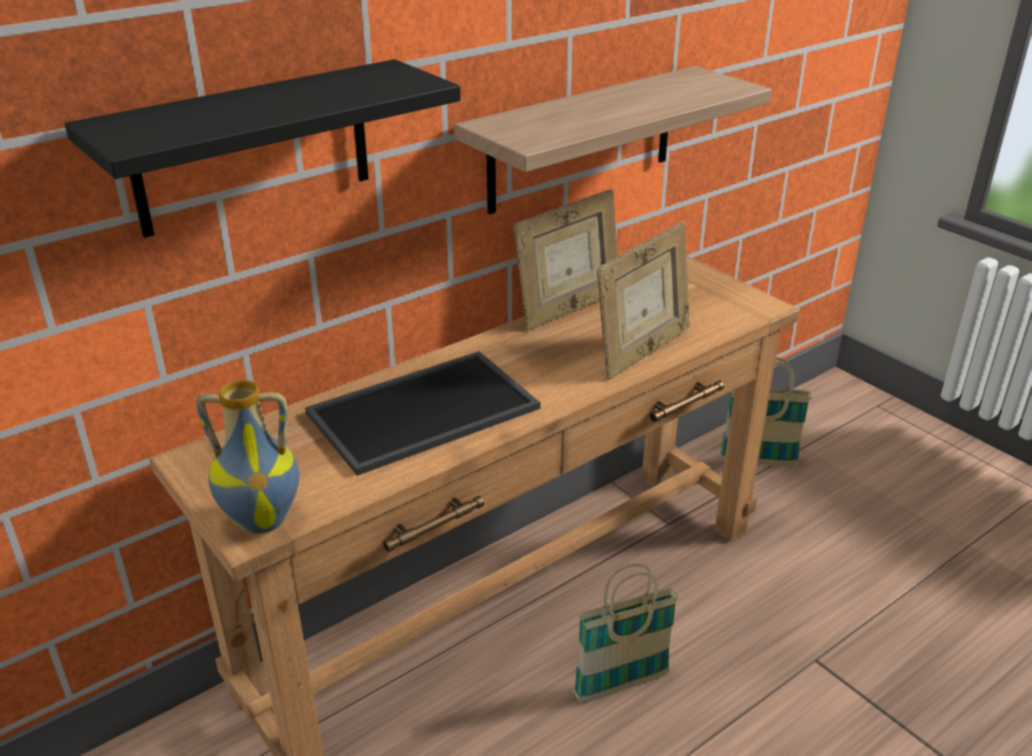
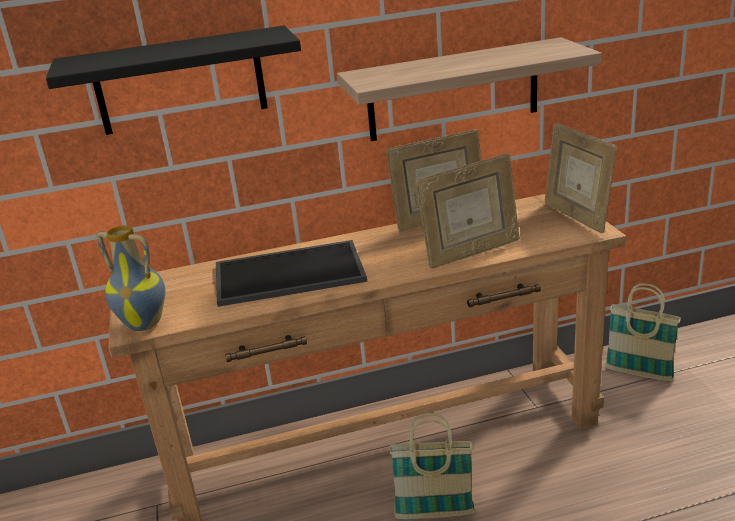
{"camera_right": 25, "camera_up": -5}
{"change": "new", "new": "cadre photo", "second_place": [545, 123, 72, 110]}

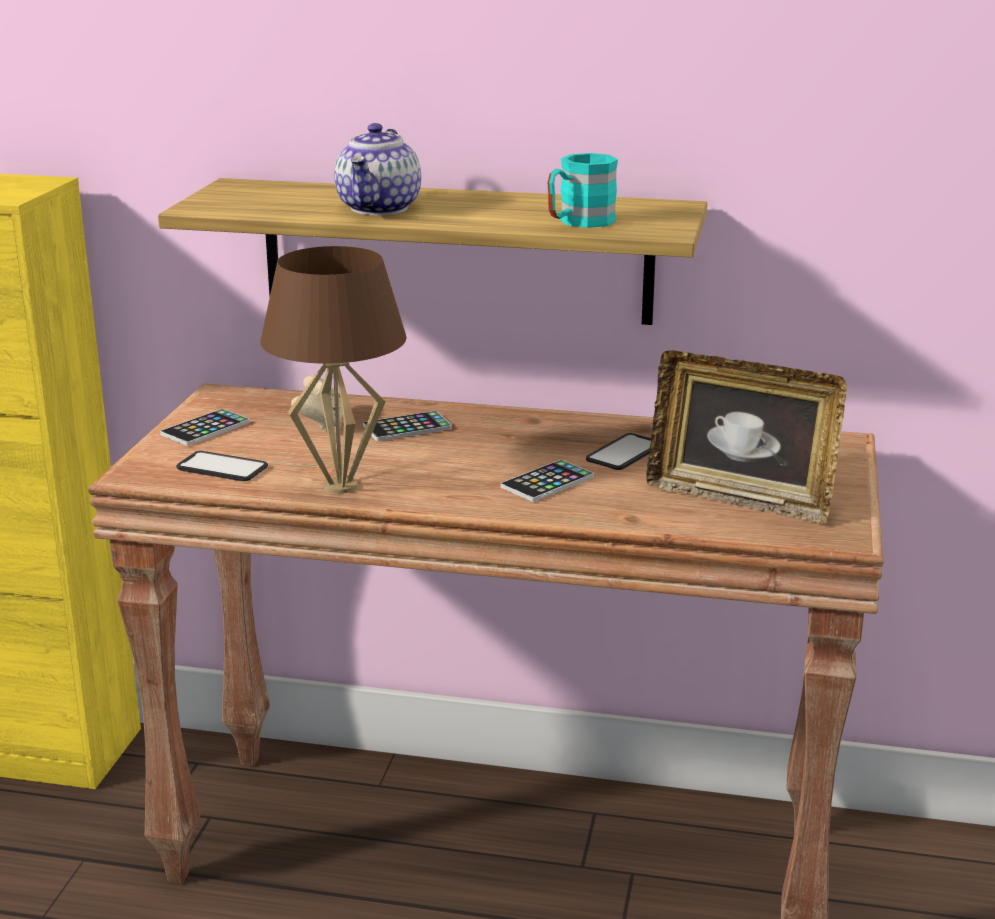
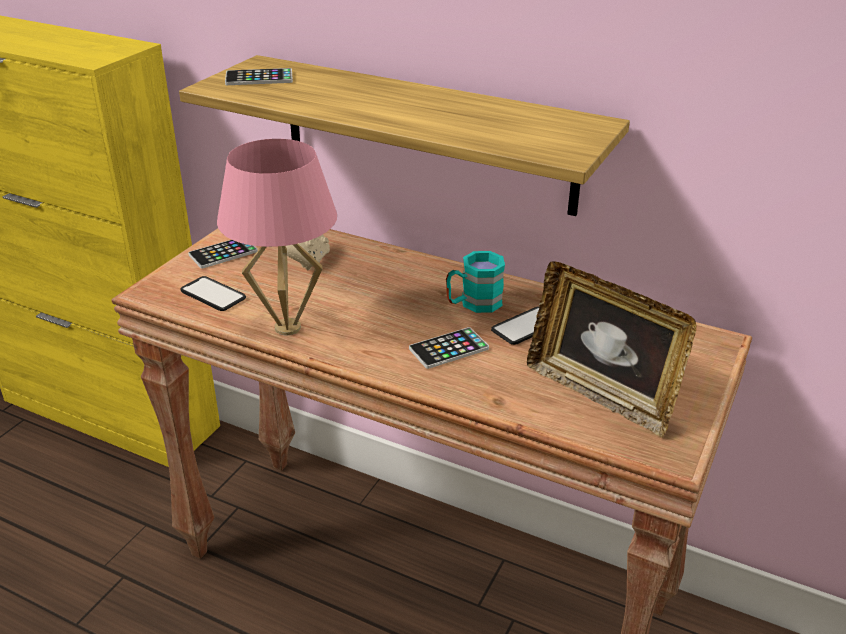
{"camera_right": 15, "camera_up": 10}
{"change": "gone", "old": "théière", "first_place": [334, 123, 87, 92]}
{"change": "shifted", "old": "mug/turquoise", "first_place": [547, 153, 71, 75], "second_place": [446, 251, 59, 62]}
{"change": "repainted", "old": "lampe de table/marron", "new": "lampe de table/rose", "first_place": [261, 246, 146, 248], "second_place": [217, 139, 120, 196]}
{"change": "shifted", "old": "téléphone", "first_place": [363, 411, 89, 30], "second_place": [225, 68, 68, 17]}

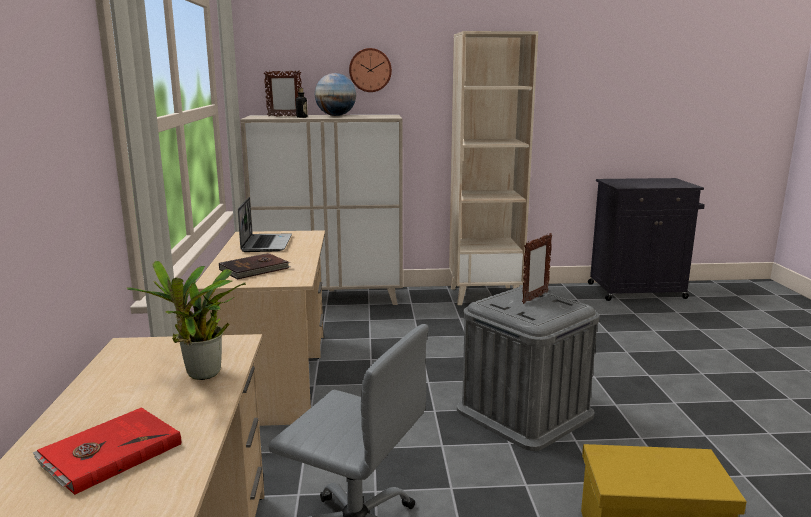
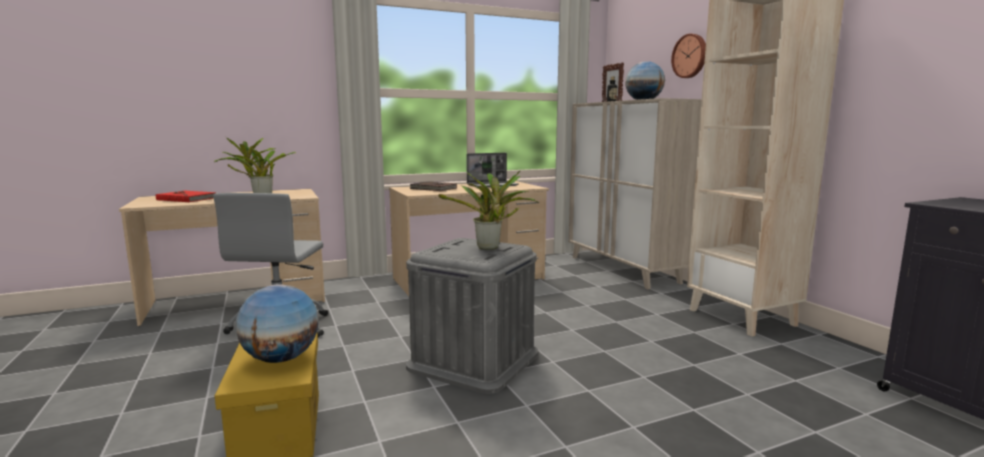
{"camera_right": 70, "camera_up": -5}
{"change": "swapped", "old": "cadre photo", "new": "plante en pot", "first_place": [522, 233, 30, 71], "second_place": [438, 171, 100, 79]}
{"change": "new", "new": "globe", "second_place": [236, 284, 83, 79]}

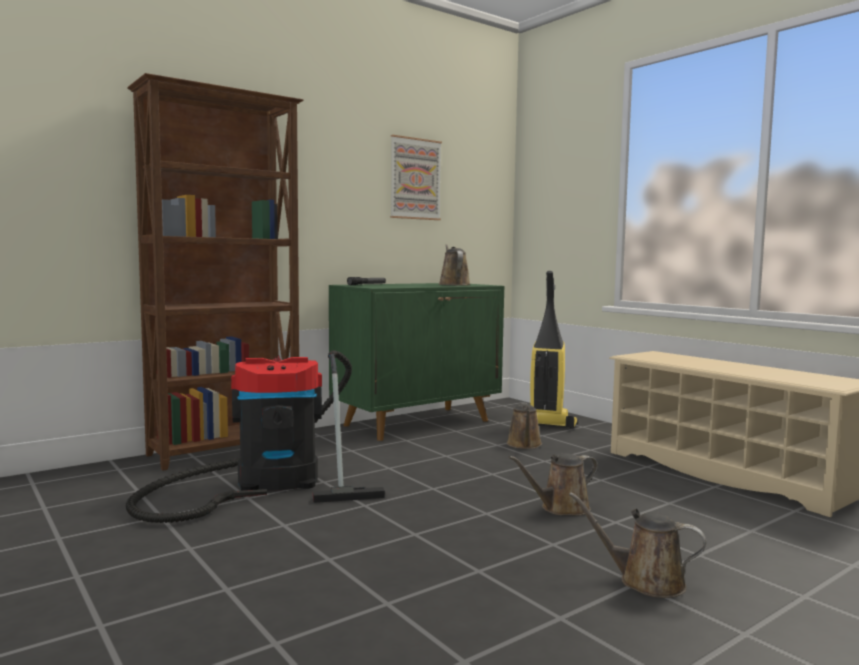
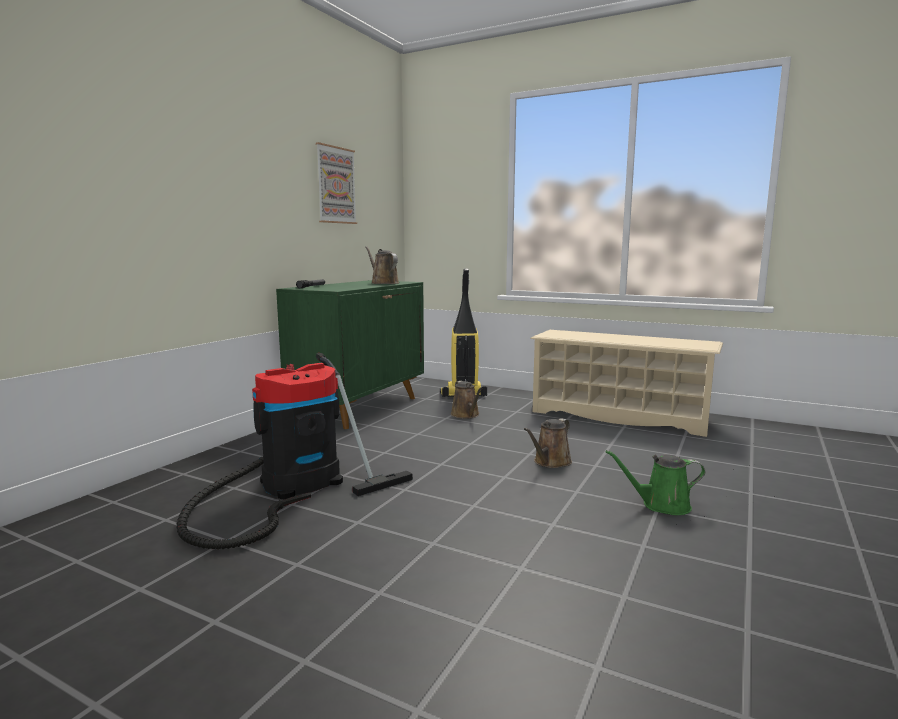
{"camera_right": -25, "camera_up": 5}
{"change": "gone", "old": "bibliothèque/marron", "first_place": [127, 73, 176, 398]}
{"change": "repainted", "old": "arrosoir/marron", "new": "arrosoir/vert", "first_place": [569, 492, 137, 106], "second_place": [606, 450, 99, 65]}

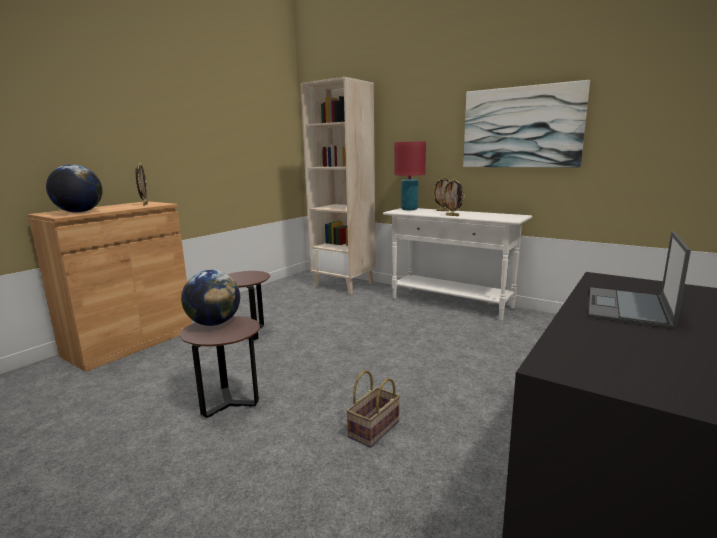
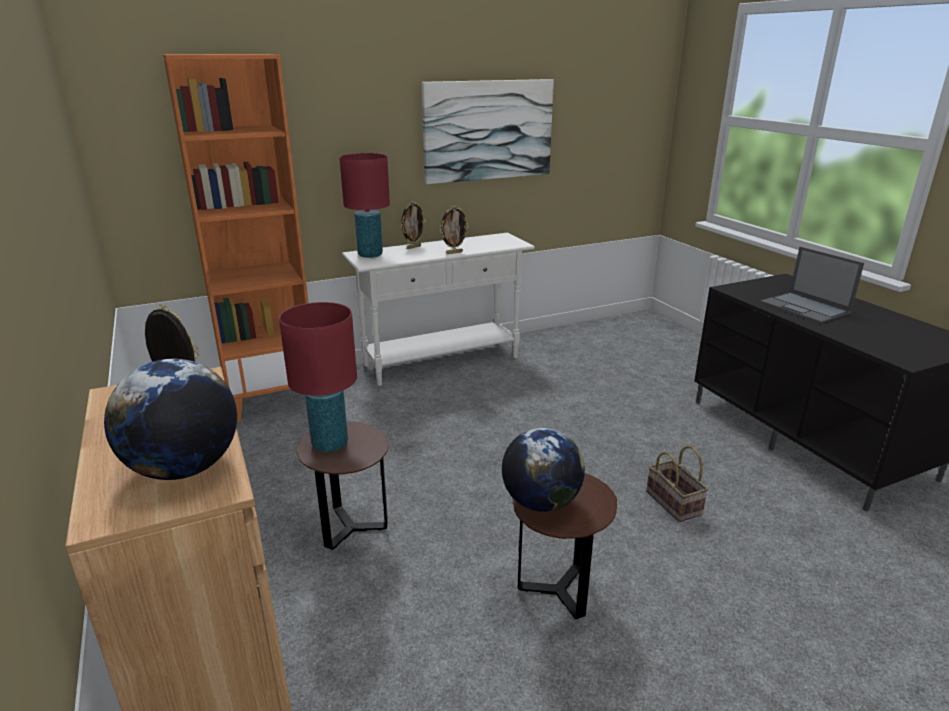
{"camera_right": -60, "camera_up": 10}
{"change": "repainted", "old": "bibliothèque/beige", "new": "bibliothèque/orange", "first_place": [300, 77, 76, 217], "second_place": [163, 54, 146, 368]}
{"change": "new", "new": "lampe de table/rouge", "second_place": [279, 302, 78, 150]}

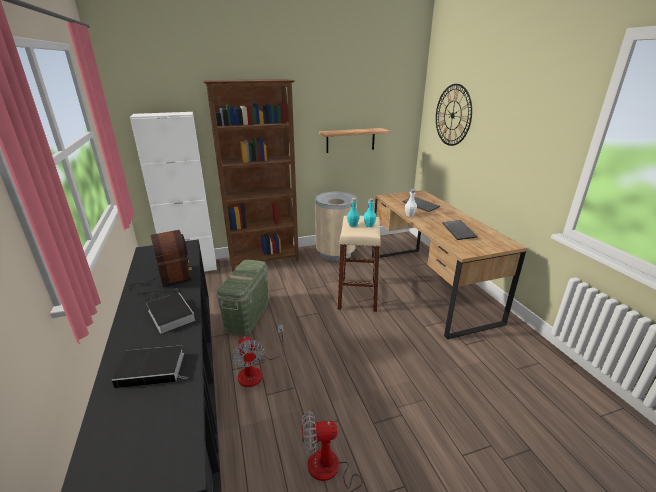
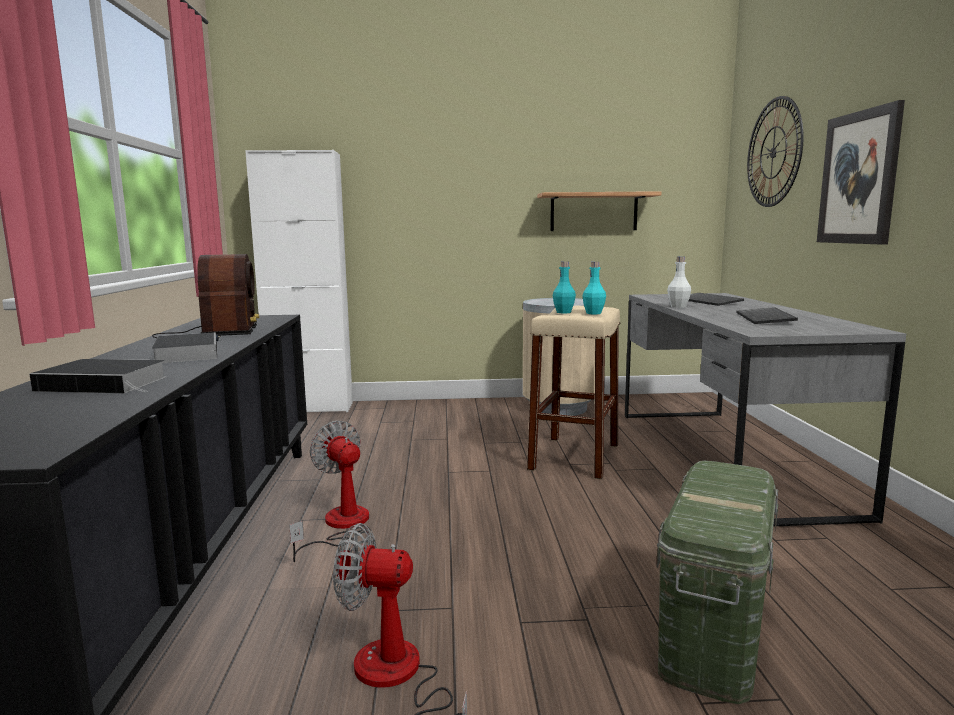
{"camera_right": 15, "camera_up": -15}
{"change": "gone", "old": "bibliothèque/marron", "first_place": [203, 79, 96, 193]}
{"change": "repainted", "old": "bureau/marron", "new": "bureau/gris", "first_place": [372, 190, 155, 150], "second_place": [625, 293, 281, 233]}
{"change": "shifted", "old": "boîte de rangement/vert", "first_place": [216, 260, 53, 76], "second_place": [656, 461, 123, 243]}
{"change": "rotated", "old": "ventilateur", "first_place": [232, 325, 52, 62], "second_place": [289, 420, 80, 142], "degrees": 150}
{"change": "new", "new": "tableau", "second_place": [817, 100, 88, 145]}

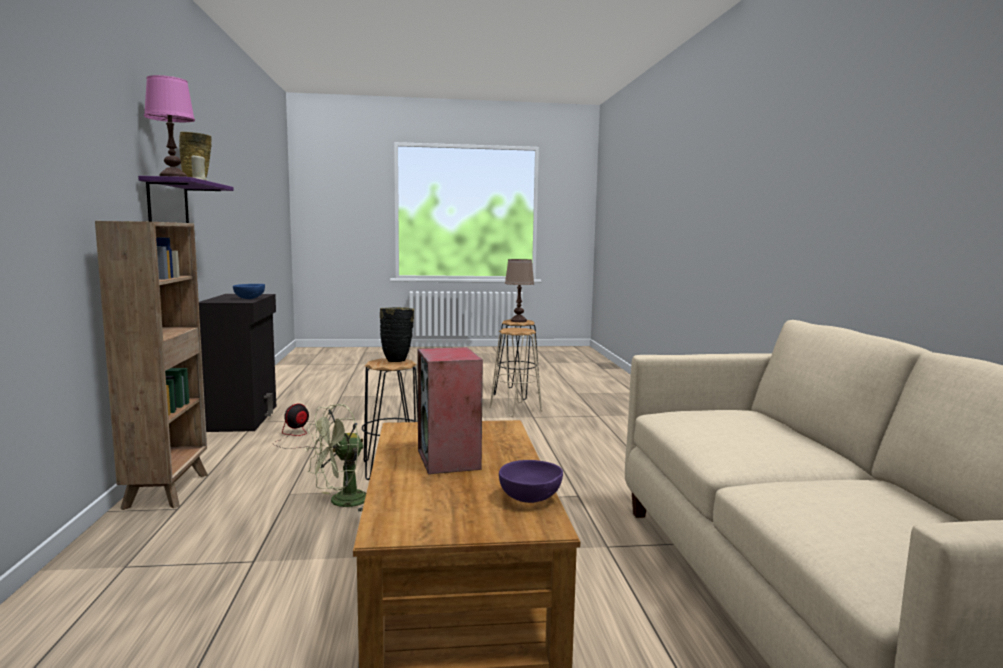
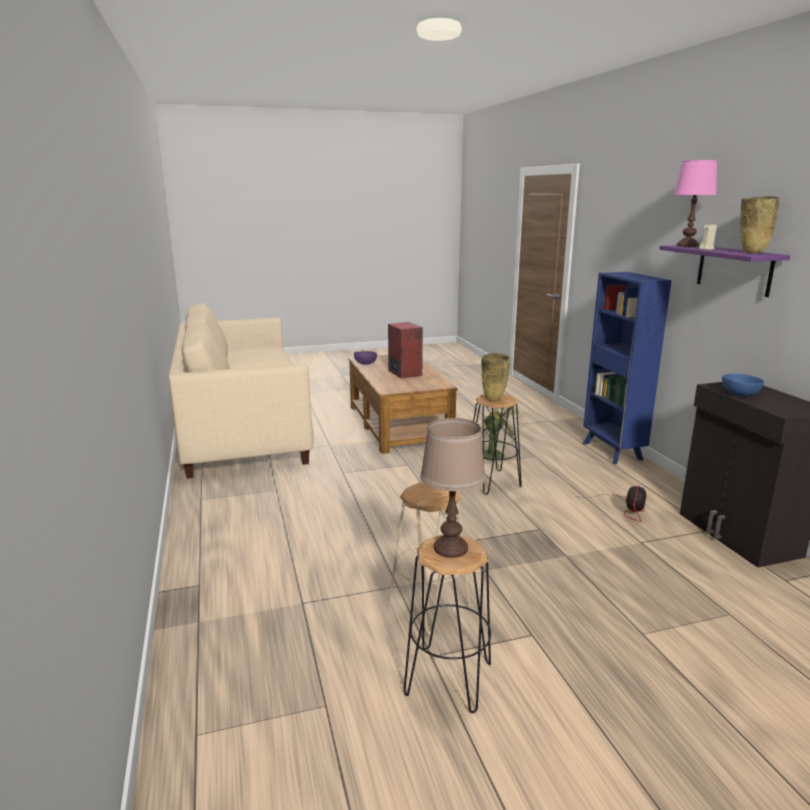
{"camera_right": 170, "camera_up": 10}
{"change": "repainted", "old": "bibliothèque/marron", "new": "bibliothèque/bleu", "first_place": [95, 221, 113, 289], "second_place": [583, 272, 89, 192]}
{"change": "repainted", "old": "vase/noir", "new": "vase/beige", "first_place": [380, 307, 34, 55], "second_place": [481, 353, 29, 49]}

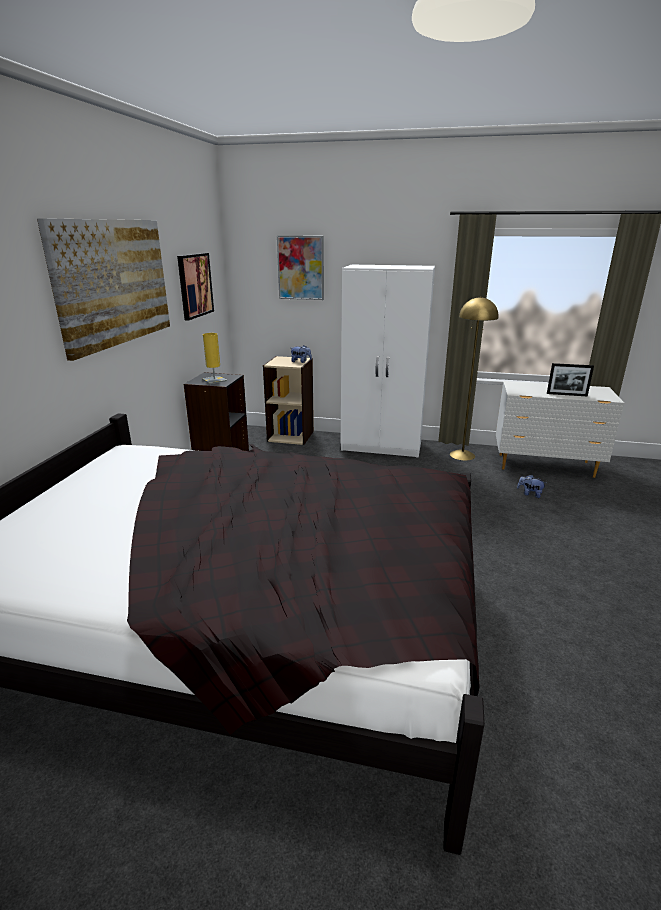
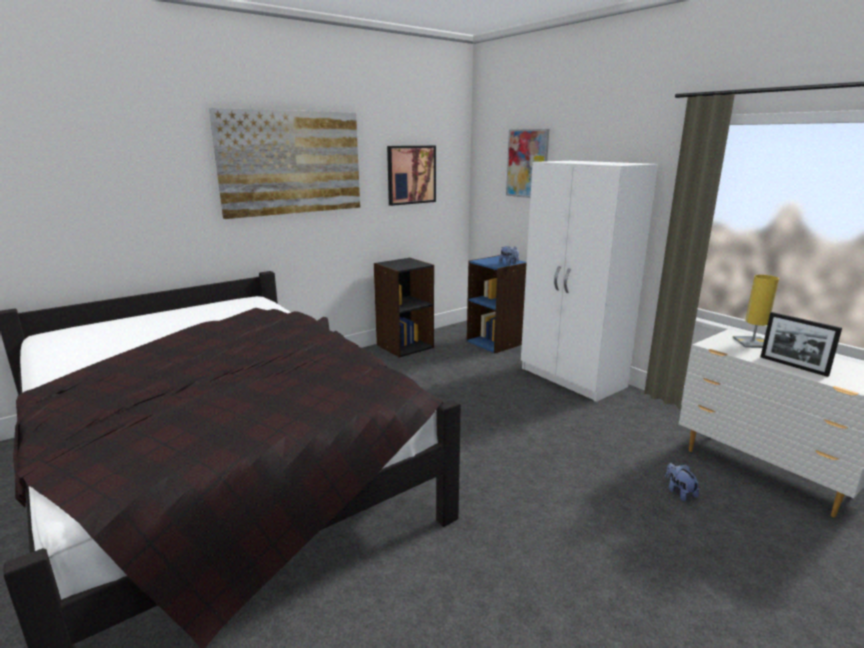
{"camera_right": 40, "camera_up": -5}
{"change": "gone", "old": "lampadaire/jaune", "first_place": [450, 296, 48, 165]}
{"change": "shifted", "old": "lampe de table/jaune", "first_place": [202, 333, 25, 51], "second_place": [733, 275, 46, 73]}
{"change": "repainted", "old": "bibliothèque/beige", "new": "bibliothèque/bleu", "first_place": [263, 356, 51, 89], "second_place": [467, 255, 60, 98]}

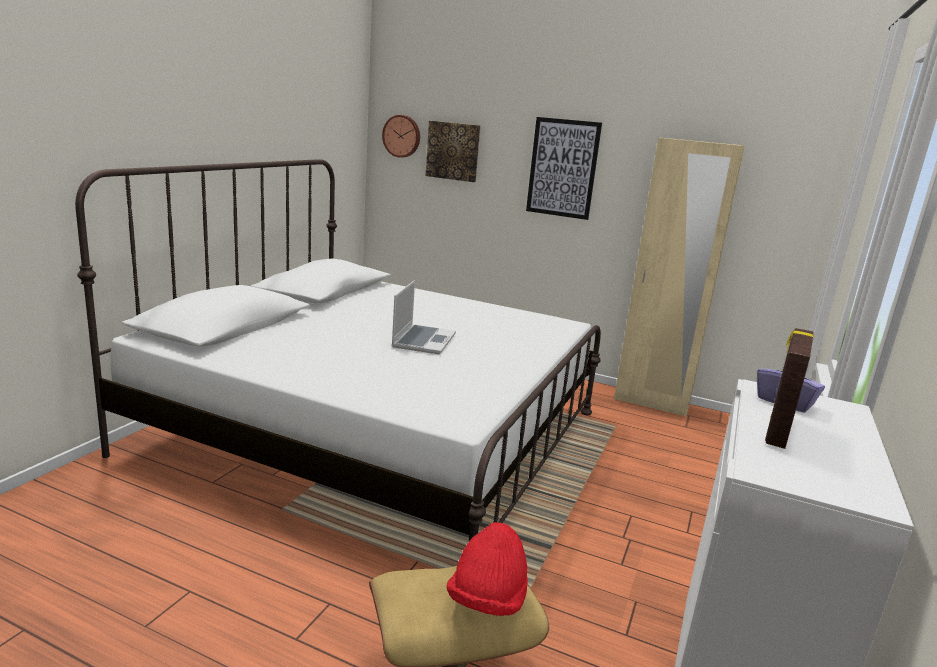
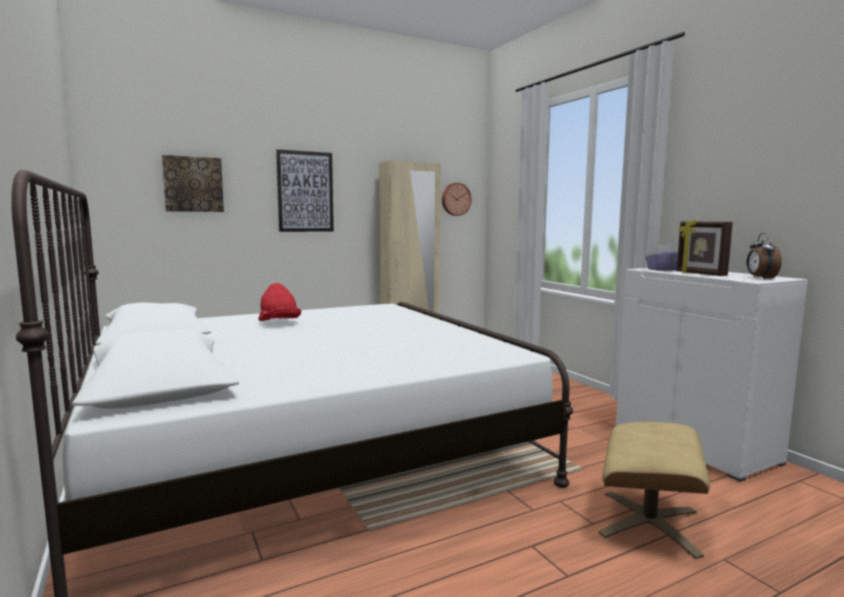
{"camera_right": -50, "camera_up": -10}
{"change": "shifted", "old": "horloge murale", "first_place": [382, 115, 38, 43], "second_place": [442, 183, 30, 33]}
{"change": "gone", "old": "ordinateur portable", "first_place": [391, 280, 65, 75]}
{"change": "shifted", "old": "chapeau/rouge", "first_place": [447, 522, 81, 94], "second_place": [258, 283, 43, 38]}
{"change": "new", "new": "réveil", "second_place": [747, 233, 35, 46]}

